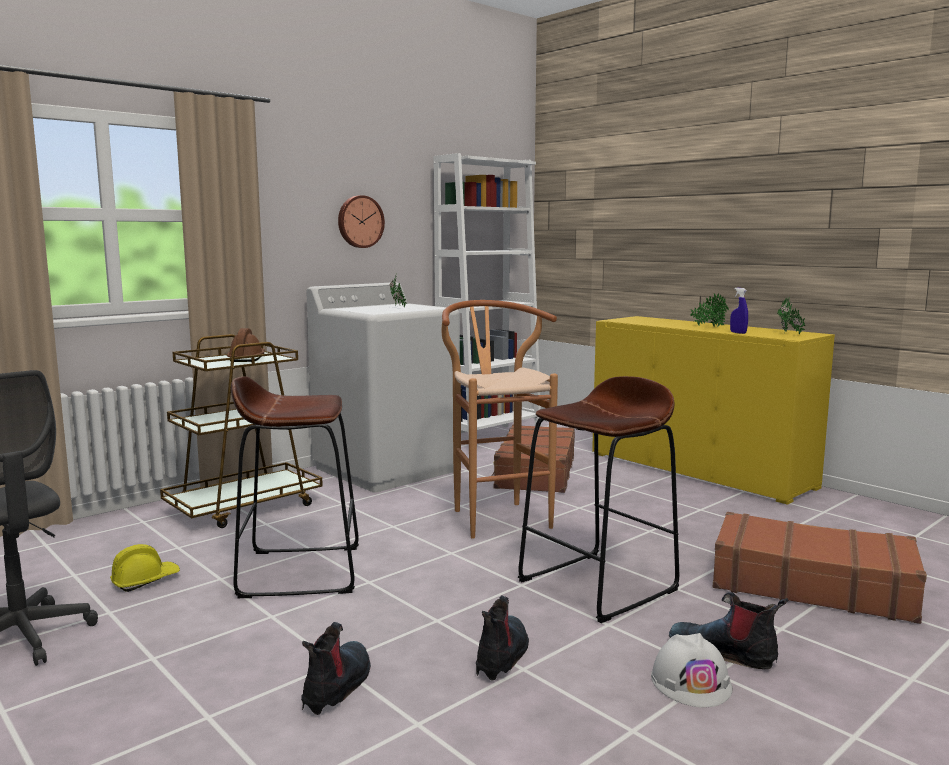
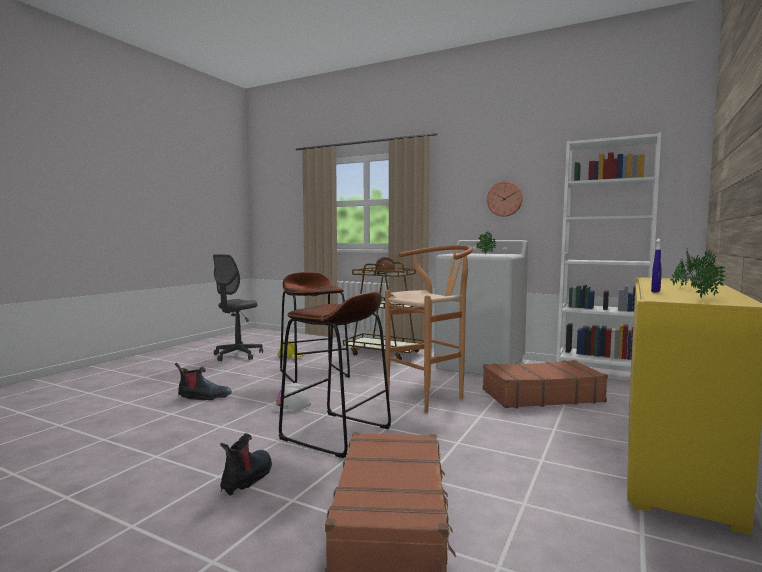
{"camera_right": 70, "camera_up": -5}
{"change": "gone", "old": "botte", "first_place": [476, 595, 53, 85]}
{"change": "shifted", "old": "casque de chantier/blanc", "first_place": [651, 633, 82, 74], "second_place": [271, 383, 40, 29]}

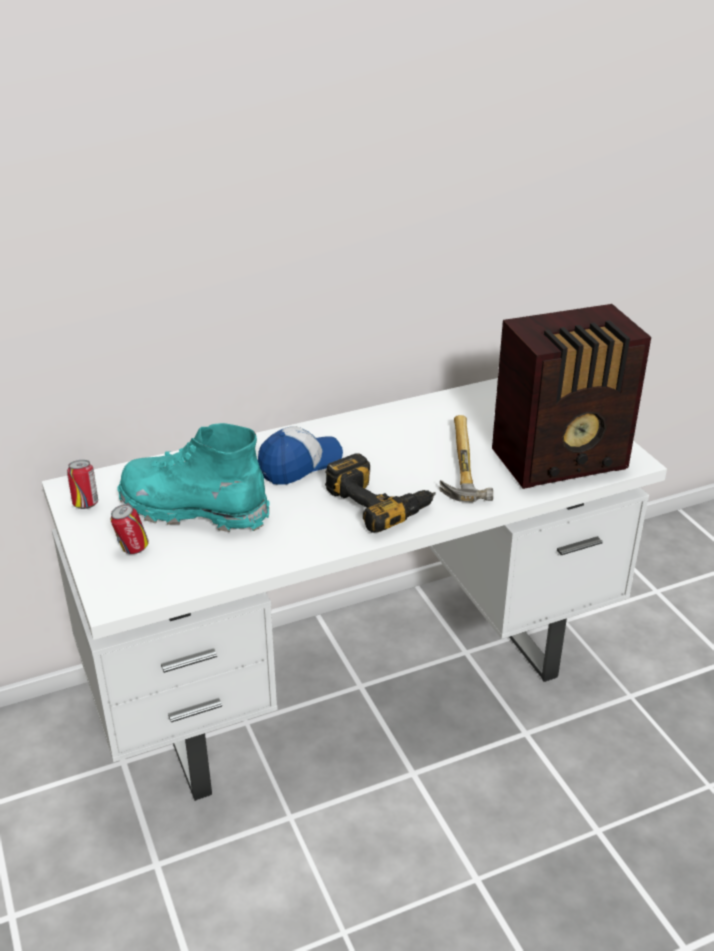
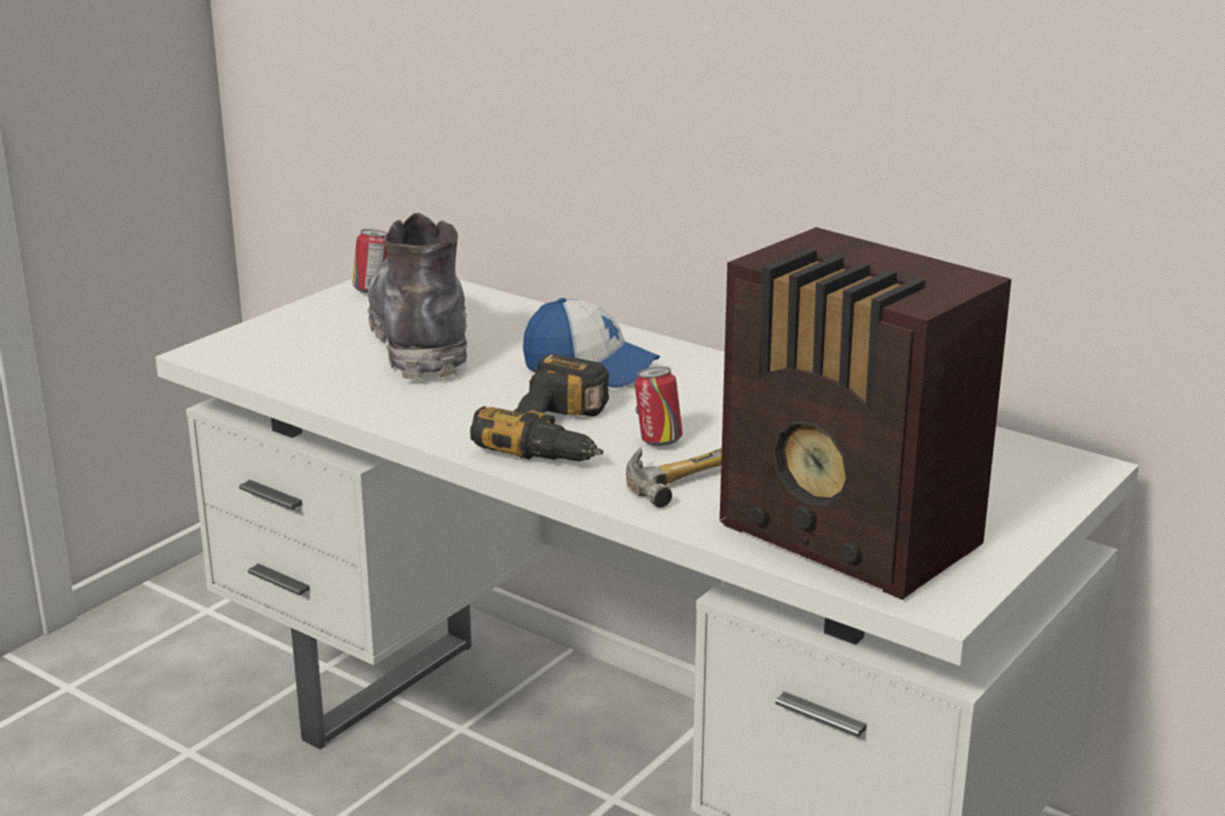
{"camera_right": 60, "camera_up": -10}
{"change": "repainted", "old": "botte/turquoise", "new": "botte/gris", "first_place": [117, 423, 153, 109], "second_place": [367, 213, 101, 167]}
{"change": "shifted", "old": "boîte métallique", "first_place": [110, 504, 39, 50], "second_place": [635, 366, 48, 80]}

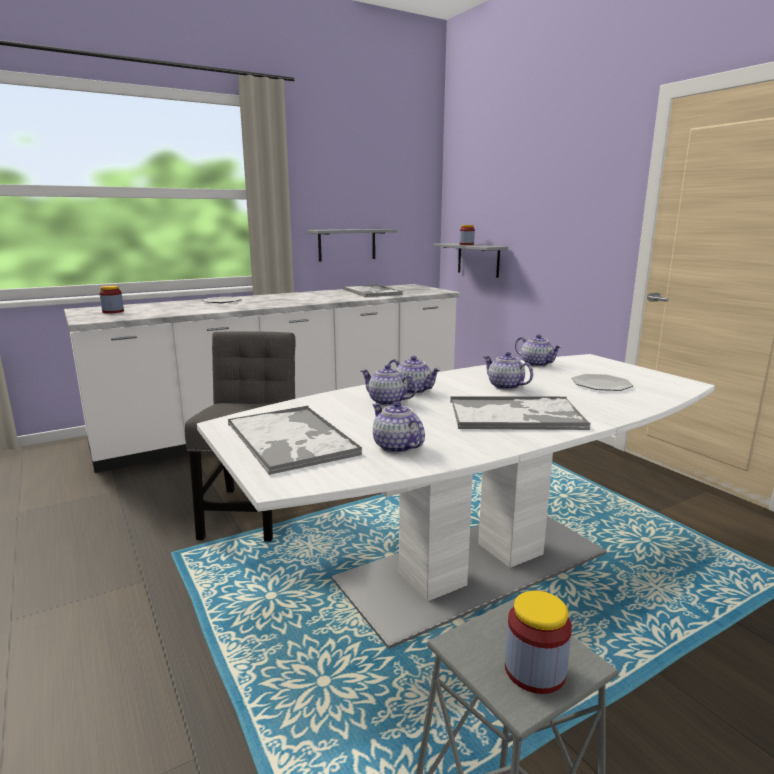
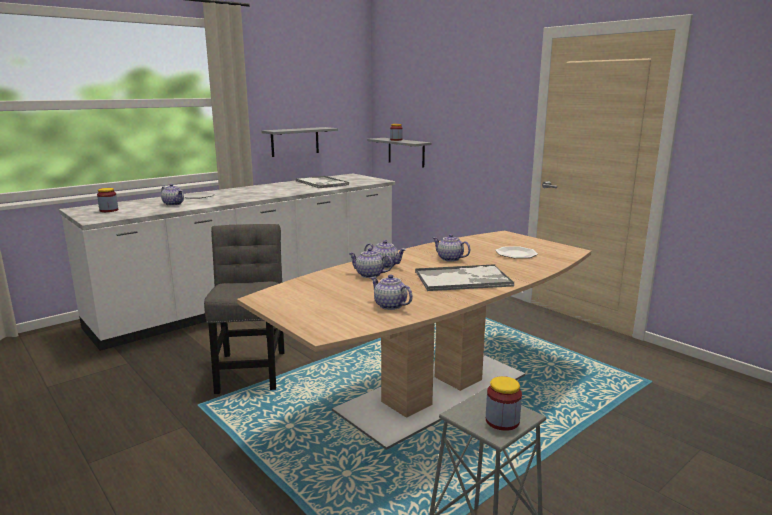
{"camera_right": -10, "camera_up": 0}
{"change": "shifted", "old": "théière", "first_place": [515, 334, 47, 33], "second_place": [161, 184, 23, 22]}
{"change": "repainted", "old": "table à manger/blanc", "new": "table à manger/marron", "first_place": [197, 354, 518, 295], "second_place": [237, 231, 354, 219]}
{"change": "gone", "old": "plateau", "first_place": [228, 406, 134, 69]}

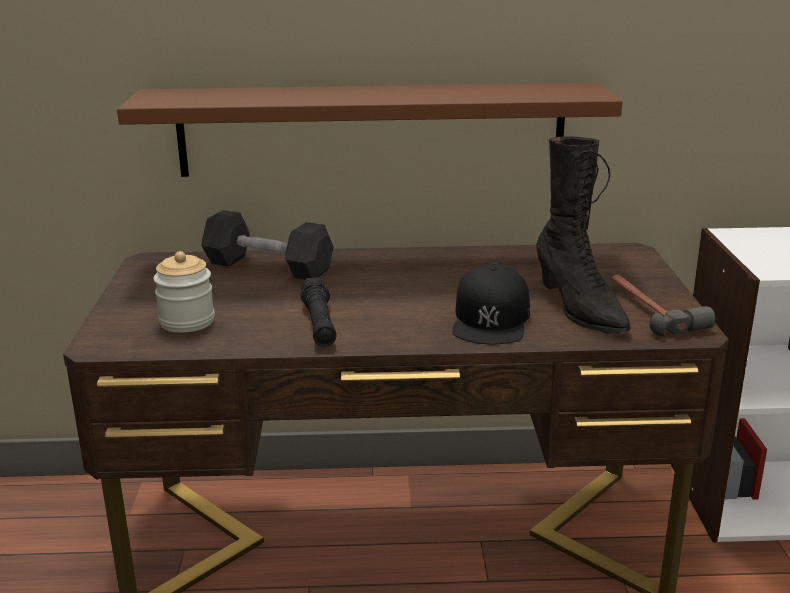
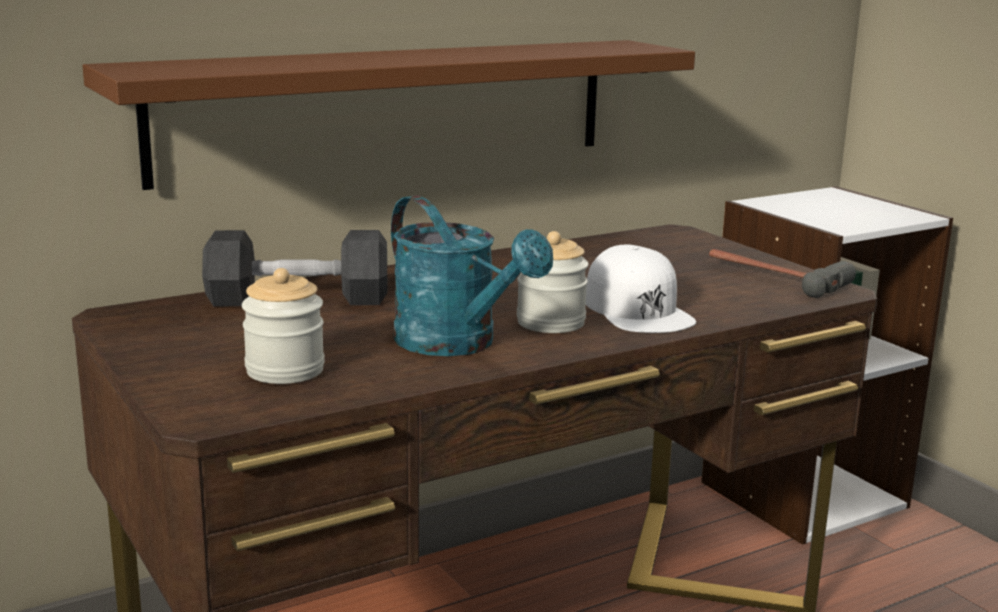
{"camera_right": -30, "camera_up": -5}
{"change": "gone", "old": "botte/noir", "first_place": [536, 136, 94, 198]}
{"change": "repainted", "old": "casquette/noir", "new": "casquette/blanc", "first_place": [452, 263, 78, 81], "second_place": [586, 245, 110, 88]}
{"change": "swapped", "old": "lampe de poche/noir", "new": "arrosoir/turquoise", "first_place": [300, 277, 37, 70], "second_place": [391, 196, 162, 160]}
{"change": "new", "new": "bocal", "second_place": [517, 231, 72, 102]}

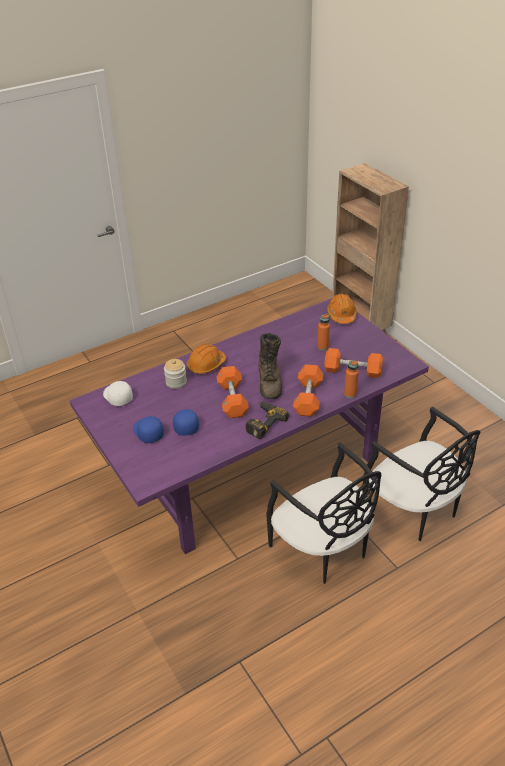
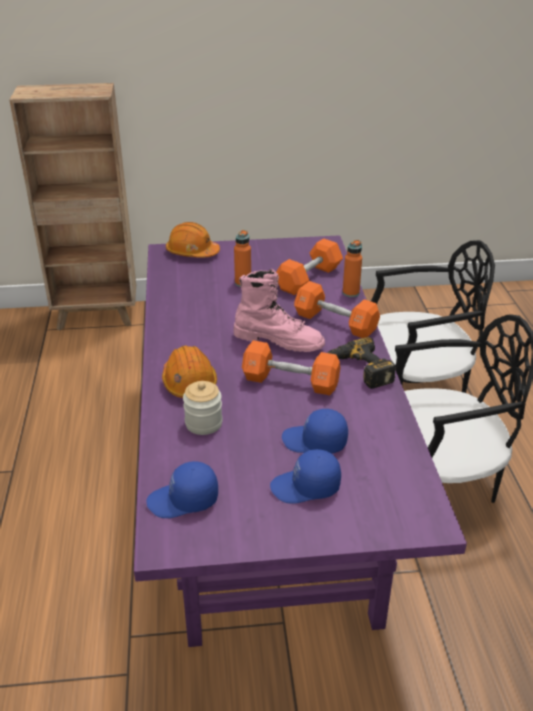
{"camera_right": -65, "camera_up": -5}
{"change": "repainted", "old": "botte/marron", "new": "botte/rose", "first_place": [259, 333, 23, 66], "second_place": [233, 269, 92, 83]}
{"change": "repainted", "old": "casquette/blanc", "new": "casquette/bleu", "first_place": [103, 381, 30, 25], "second_place": [146, 461, 72, 57]}

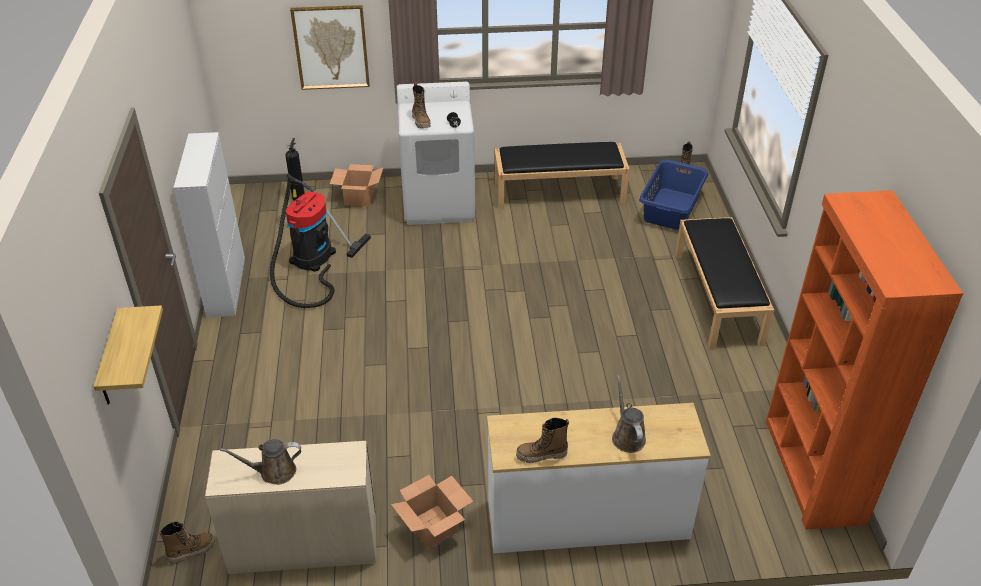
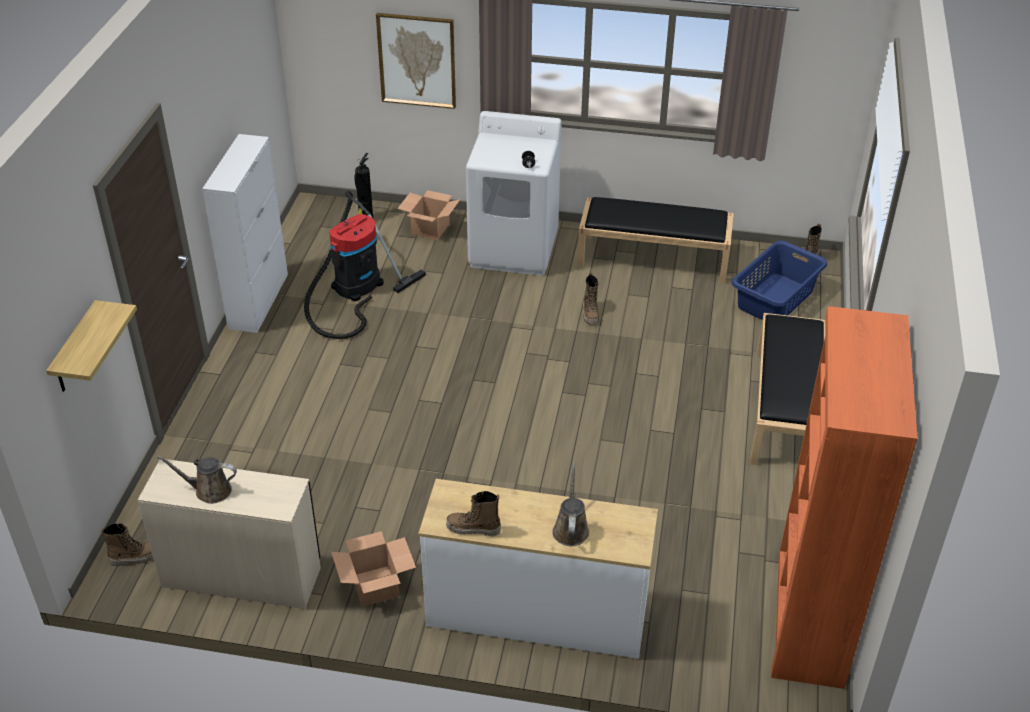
{"camera_right": 15, "camera_up": 0}
{"change": "shifted", "old": "botte", "first_place": [412, 83, 18, 45], "second_place": [583, 273, 17, 51]}

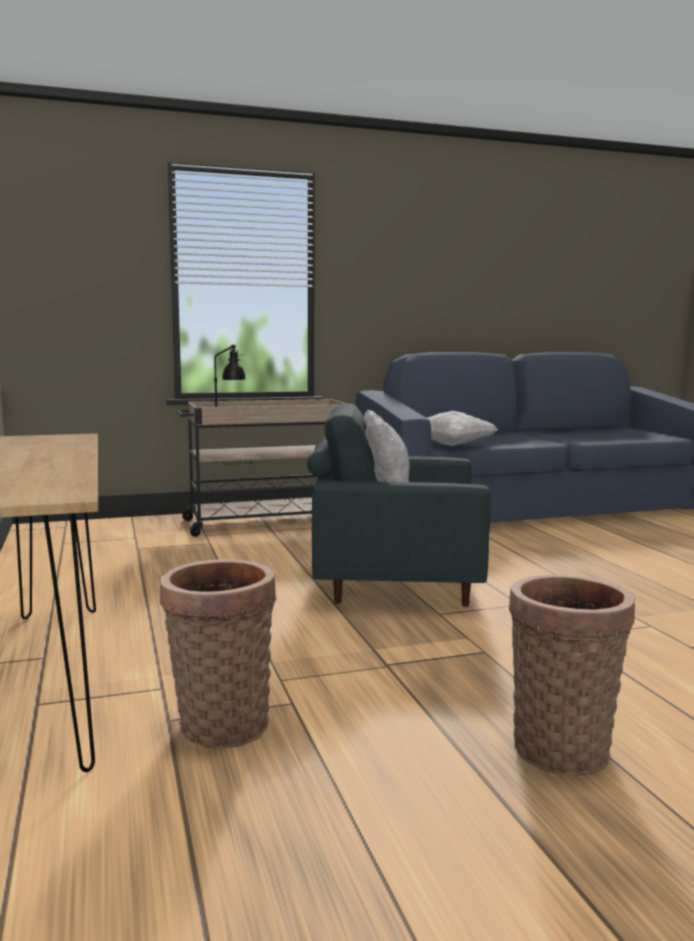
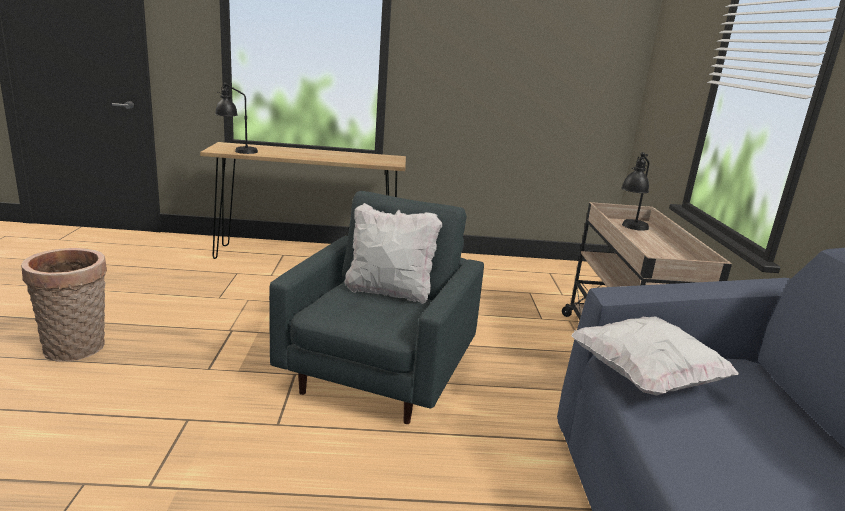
{"camera_right": 105, "camera_up": 10}
{"change": "gone", "old": "panier", "first_place": [160, 559, 116, 190]}
{"change": "new", "new": "lampe de table/noir", "second_place": [215, 83, 43, 71]}

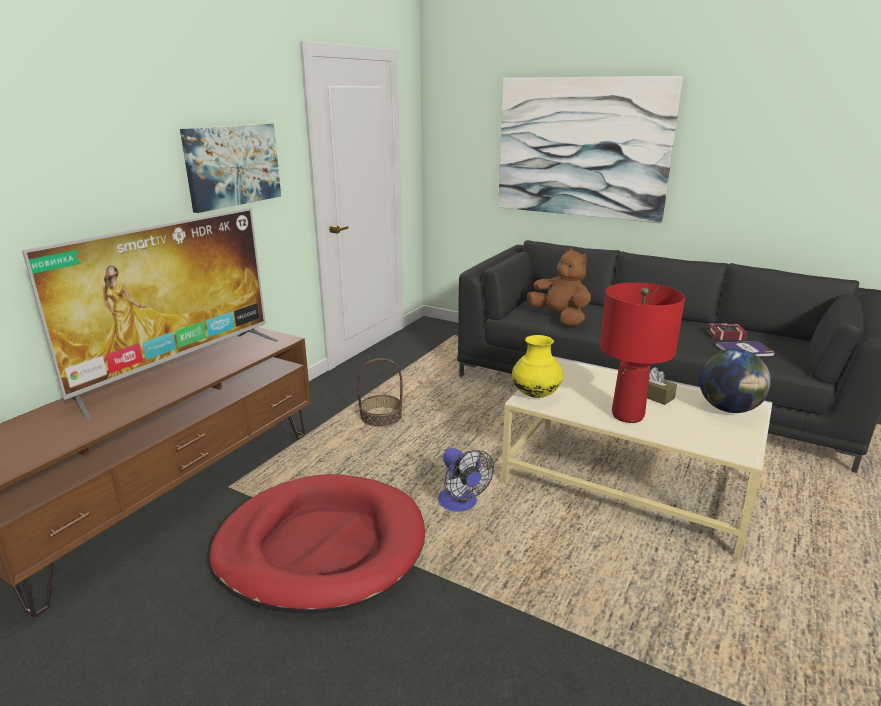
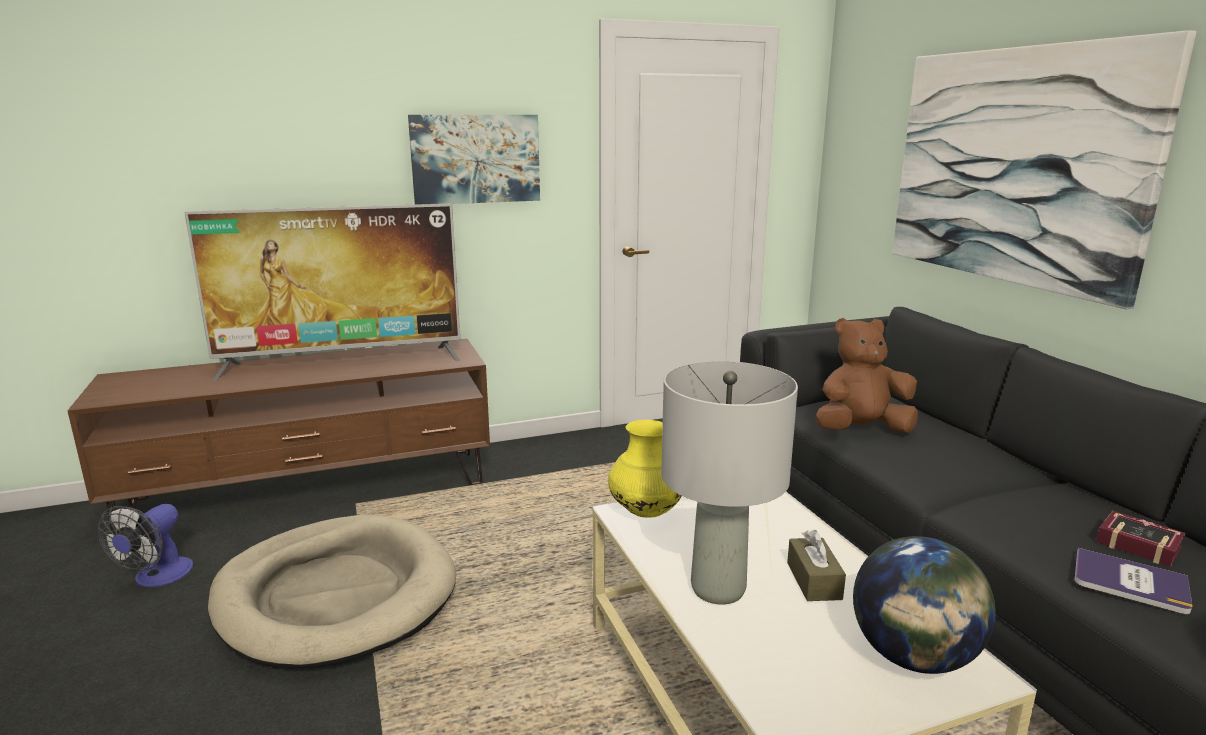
{"camera_right": 40, "camera_up": -5}
{"change": "rotated", "old": "peluche/marron", "first_place": [527, 248, 64, 77], "second_place": [816, 318, 102, 115], "degrees": -105}
{"change": "repainted", "old": "lampe de table/rouge", "new": "lampe de table/gris", "first_place": [600, 283, 85, 140], "second_place": [661, 361, 137, 243]}
{"change": "gone", "old": "panier", "first_place": [357, 358, 46, 69]}
{"change": "shifted", "old": "ventilateur", "first_place": [438, 448, 56, 64], "second_place": [98, 504, 95, 83]}
{"change": "repainted", "old": "panier pour chien/rouge", "new": "panier pour chien/beige", "first_place": [209, 474, 216, 140], "second_place": [208, 515, 248, 153]}

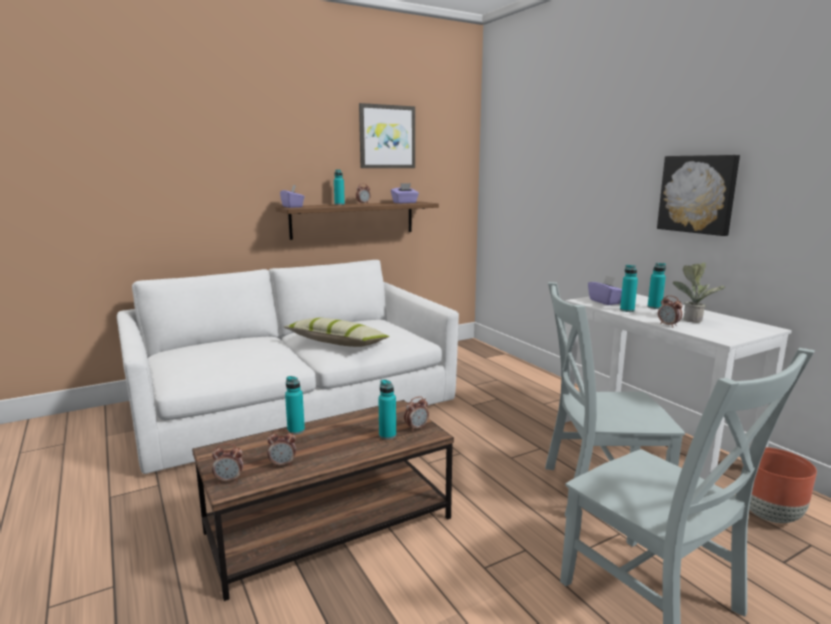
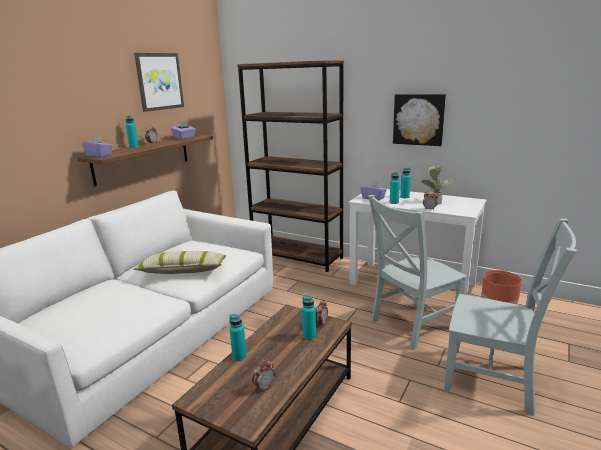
{"camera_right": -30, "camera_up": 5}
{"change": "gone", "old": "réveil", "first_place": [212, 444, 31, 39]}
{"change": "new", "new": "bibliothèque/marron", "second_place": [237, 60, 107, 212]}

